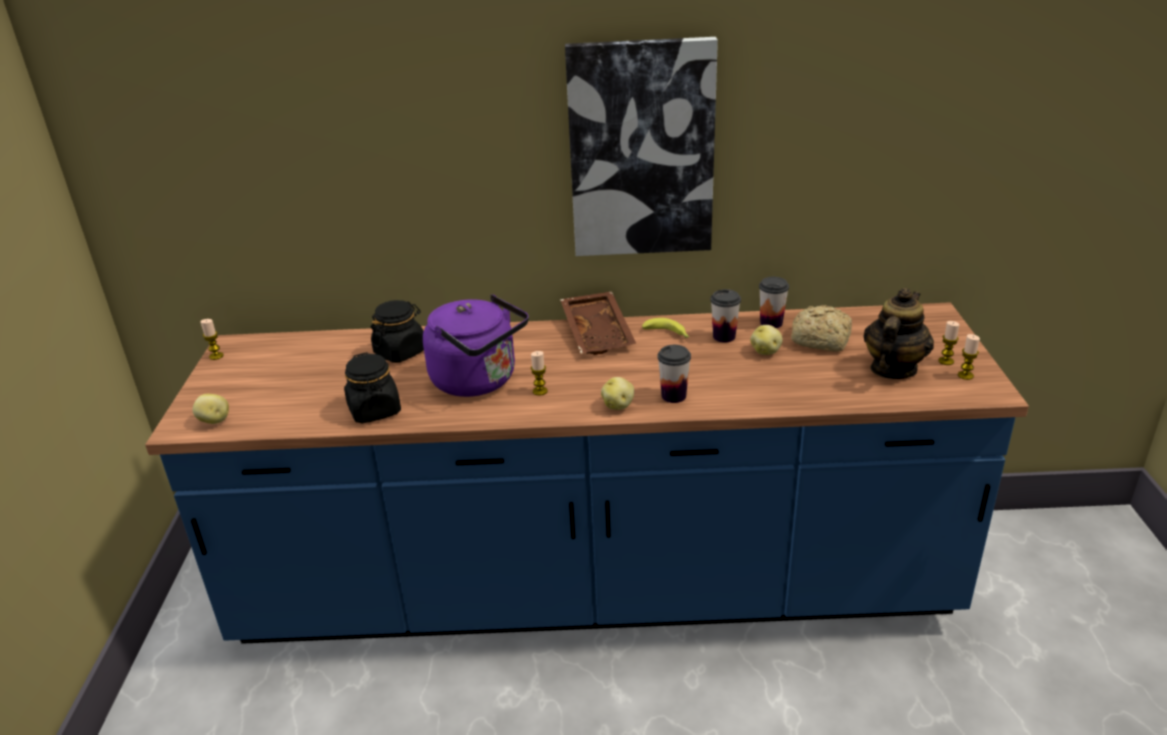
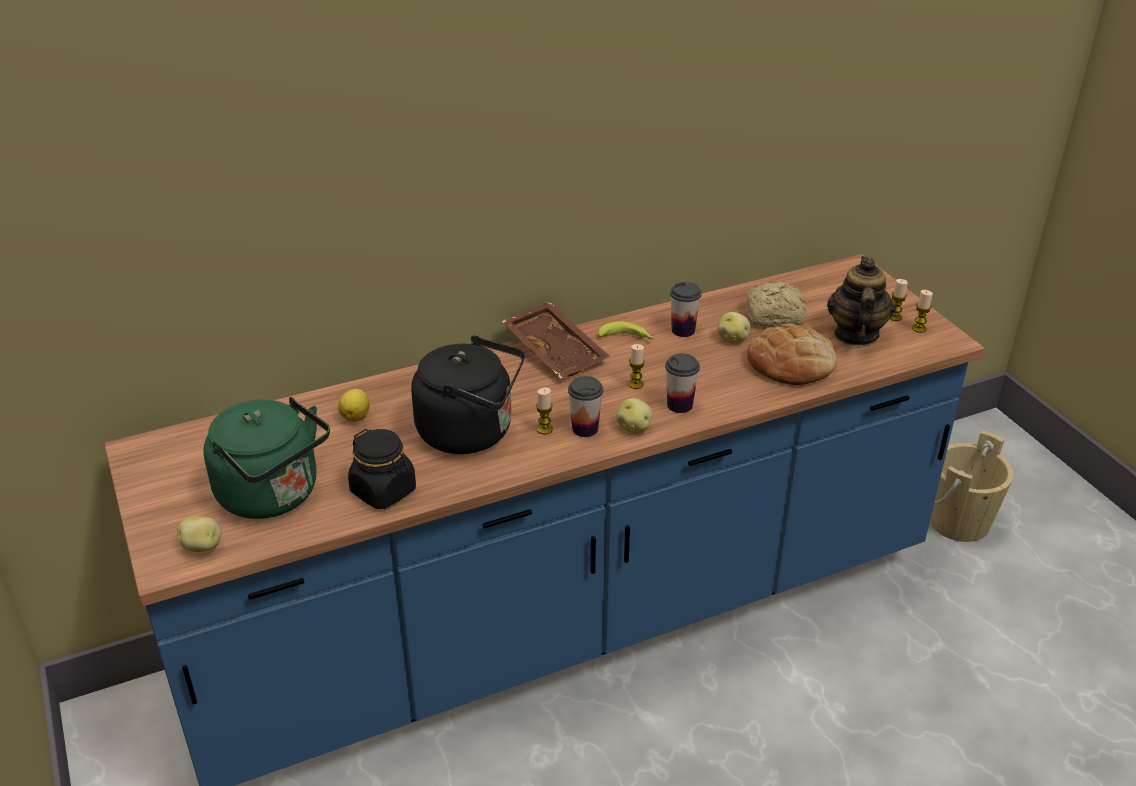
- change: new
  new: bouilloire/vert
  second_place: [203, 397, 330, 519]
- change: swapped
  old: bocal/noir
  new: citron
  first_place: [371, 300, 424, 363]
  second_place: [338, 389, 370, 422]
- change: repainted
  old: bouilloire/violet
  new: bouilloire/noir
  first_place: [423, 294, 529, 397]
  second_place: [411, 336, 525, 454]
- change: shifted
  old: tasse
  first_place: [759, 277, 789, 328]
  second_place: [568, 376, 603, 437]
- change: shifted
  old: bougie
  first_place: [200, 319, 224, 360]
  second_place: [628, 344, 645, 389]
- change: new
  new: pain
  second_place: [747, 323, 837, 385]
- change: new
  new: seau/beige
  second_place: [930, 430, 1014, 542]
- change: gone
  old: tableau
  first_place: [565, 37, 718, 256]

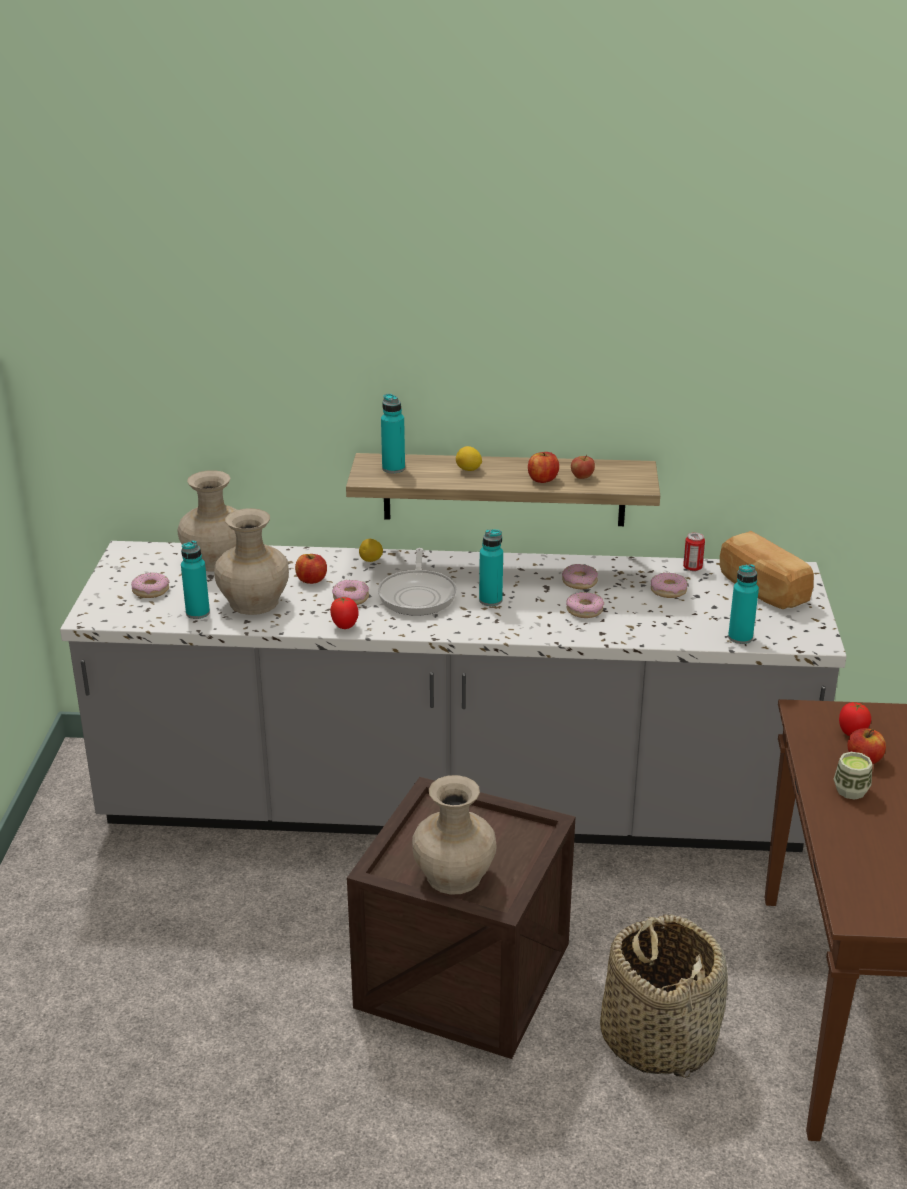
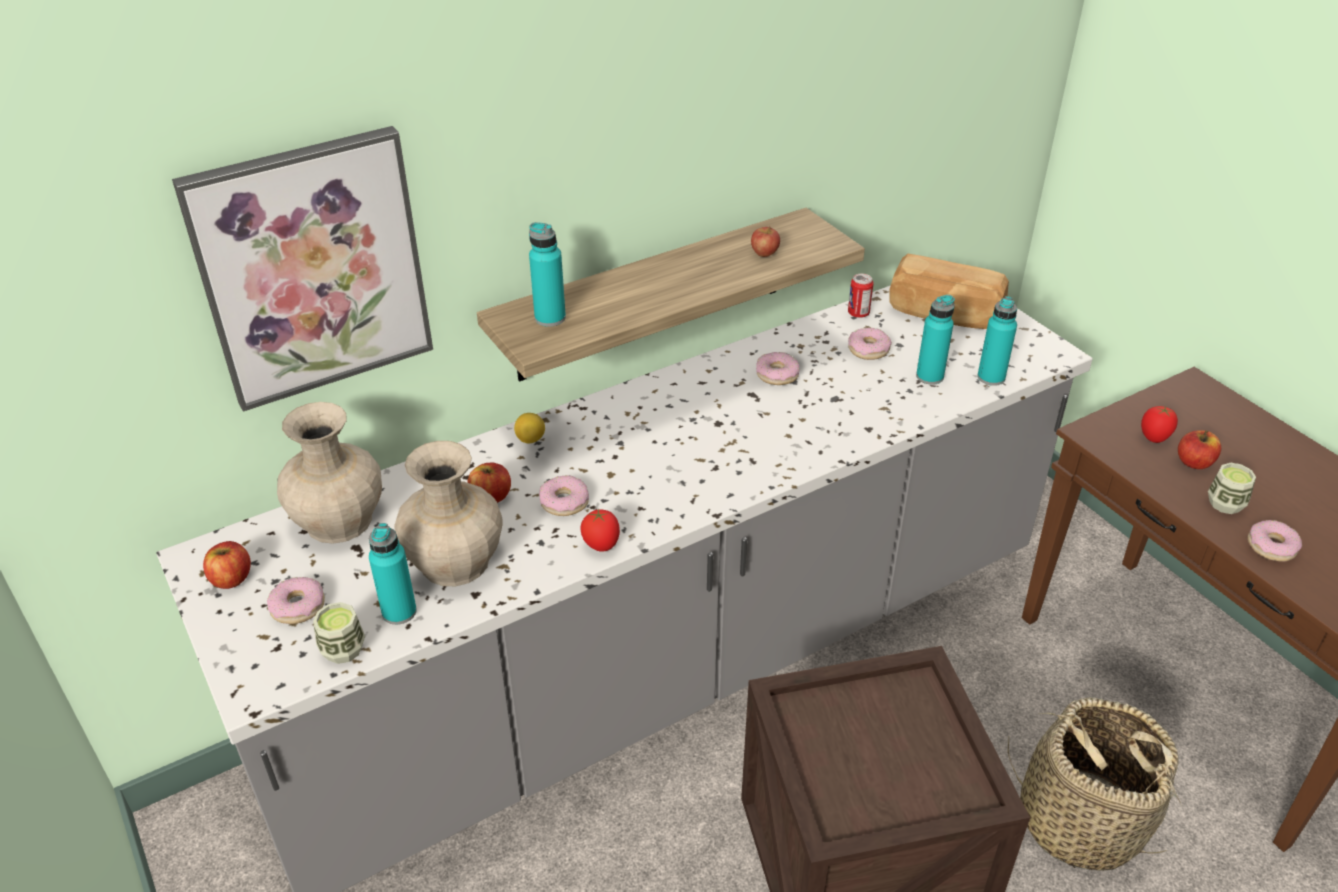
- change: new
  new: tableau
  second_place: [172, 126, 433, 412]
- change: shifted
  old: pomme
  first_place: [528, 452, 559, 483]
  second_place: [203, 541, 251, 589]
- change: new
  new: tasse
  second_place: [313, 602, 365, 664]
- change: shifted
  old: bouteille/turquoise
  first_place: [479, 529, 503, 606]
  second_place: [916, 295, 955, 385]
- change: shifted
  old: beignet
  first_place: [566, 592, 604, 618]
  second_place: [1247, 520, 1302, 562]
- change: gone
  old: poêle
  first_place: [378, 548, 456, 616]
- change: gone
  old: vase/beige
  first_place: [412, 775, 497, 895]
- change: gone
  old: citron
  first_place: [456, 446, 482, 471]

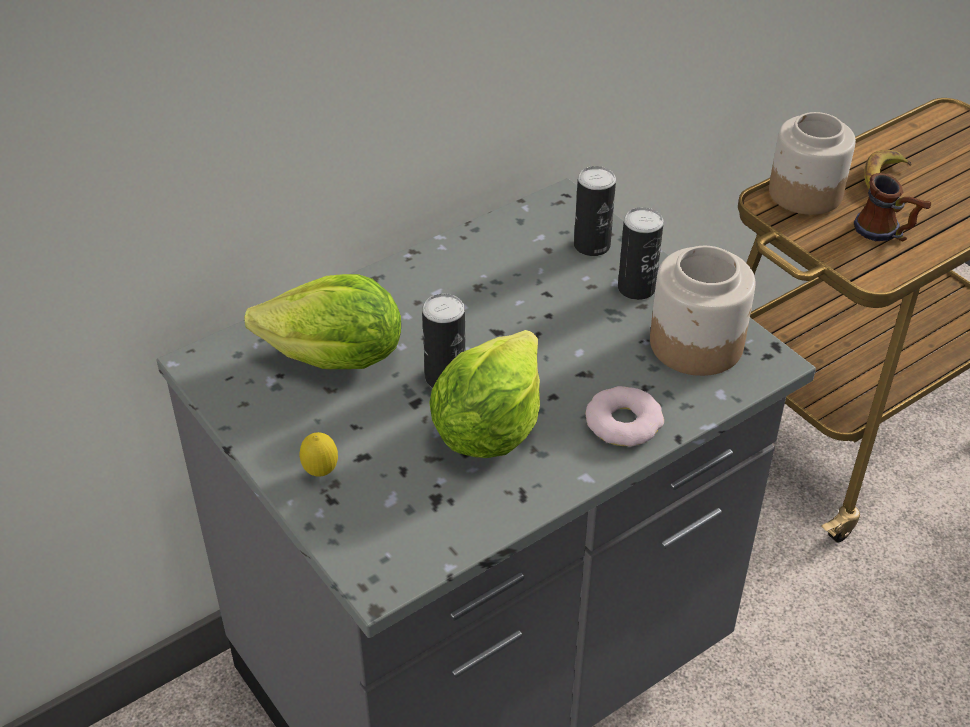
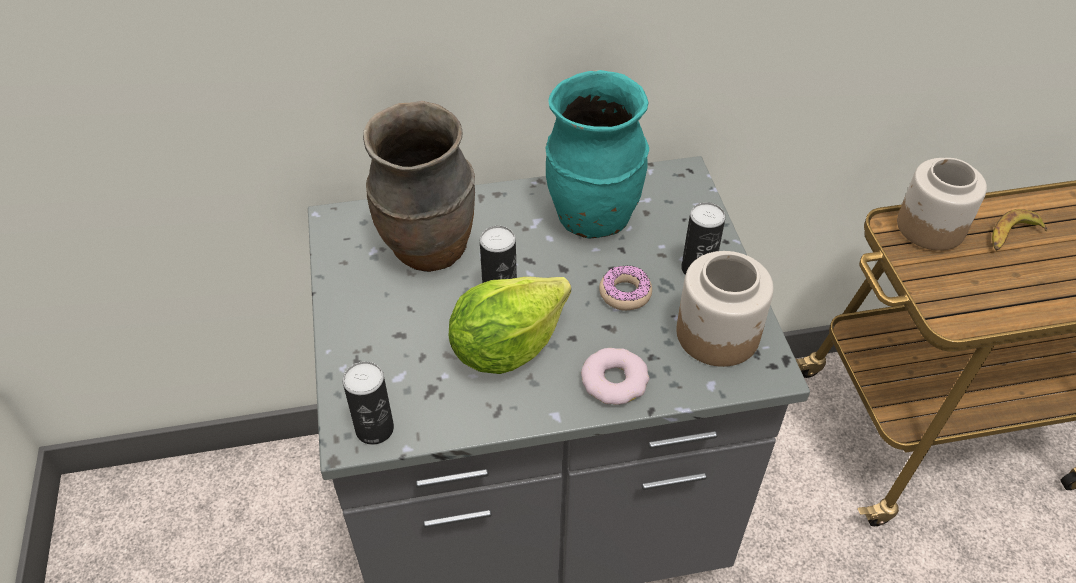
- change: shifted
  old: boîte métallique
  first_place: [574, 166, 616, 256]
  second_place: [343, 361, 394, 445]
- change: swapped
  old: laitue
  new: vase/marron
  first_place: [244, 274, 401, 369]
  second_place: [363, 101, 475, 272]
- change: new
  new: vase/turquoise
  second_place: [546, 70, 649, 239]
- change: new
  new: beignet
  second_place: [599, 265, 652, 311]
- change: gone
  old: citron
  first_place: [300, 432, 338, 477]
- change: gone
  old: mug
  first_place: [854, 173, 931, 241]

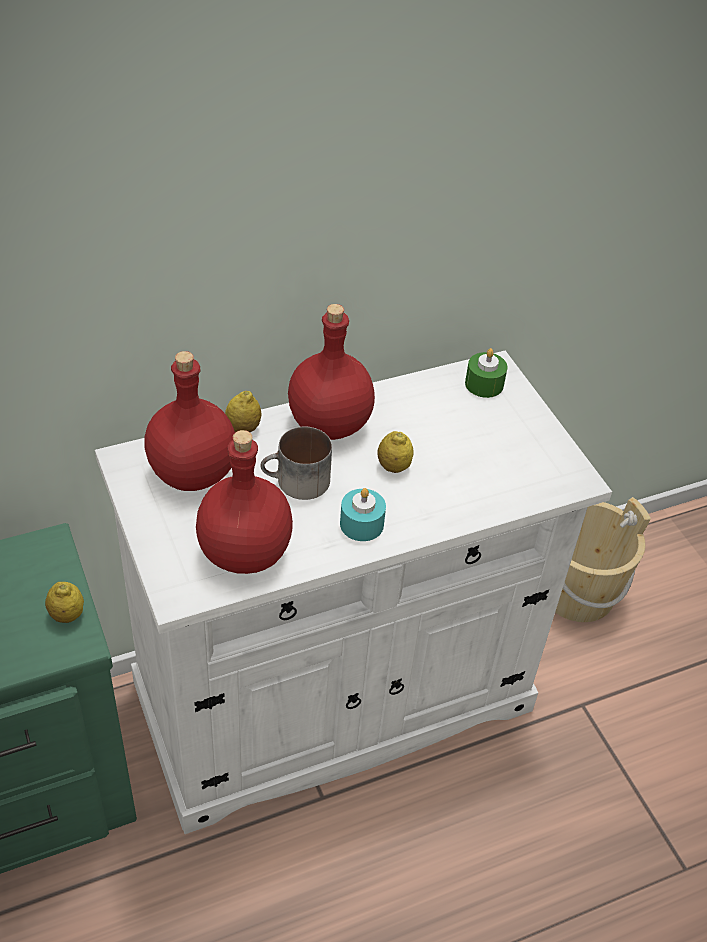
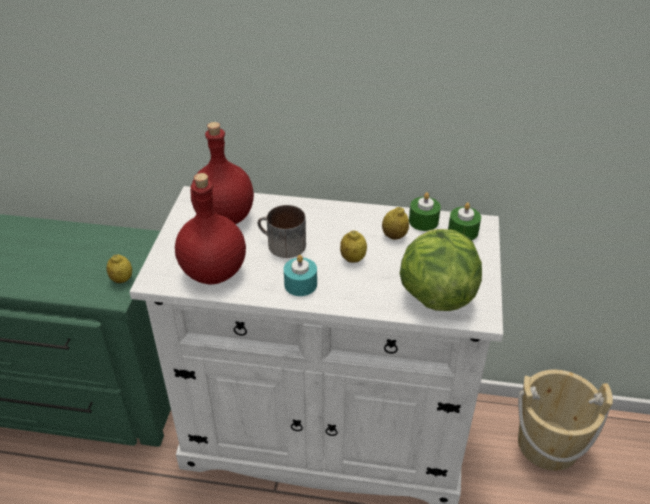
- change: shifted
  old: citron
  first_place: [225, 391, 261, 432]
  second_place: [382, 207, 409, 240]
- change: new
  new: laitue
  second_place: [400, 229, 482, 311]
- change: new
  new: bougie/vert
  second_place: [409, 192, 441, 231]
- change: gone
  old: bouteille/rouge
  first_place: [288, 304, 375, 440]

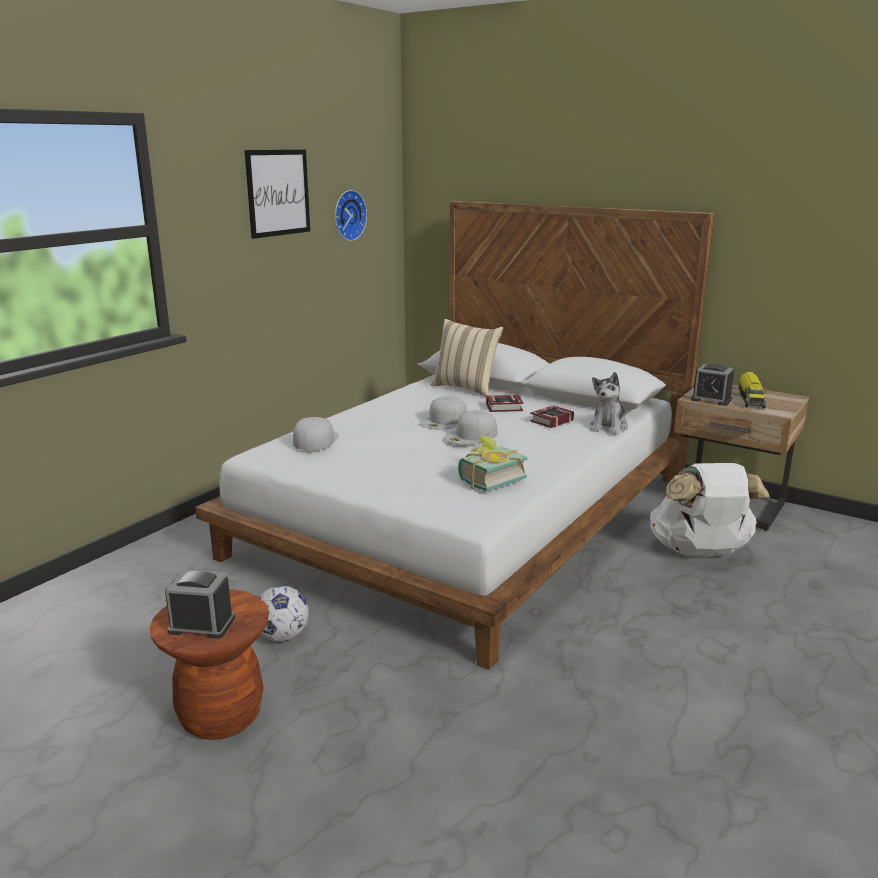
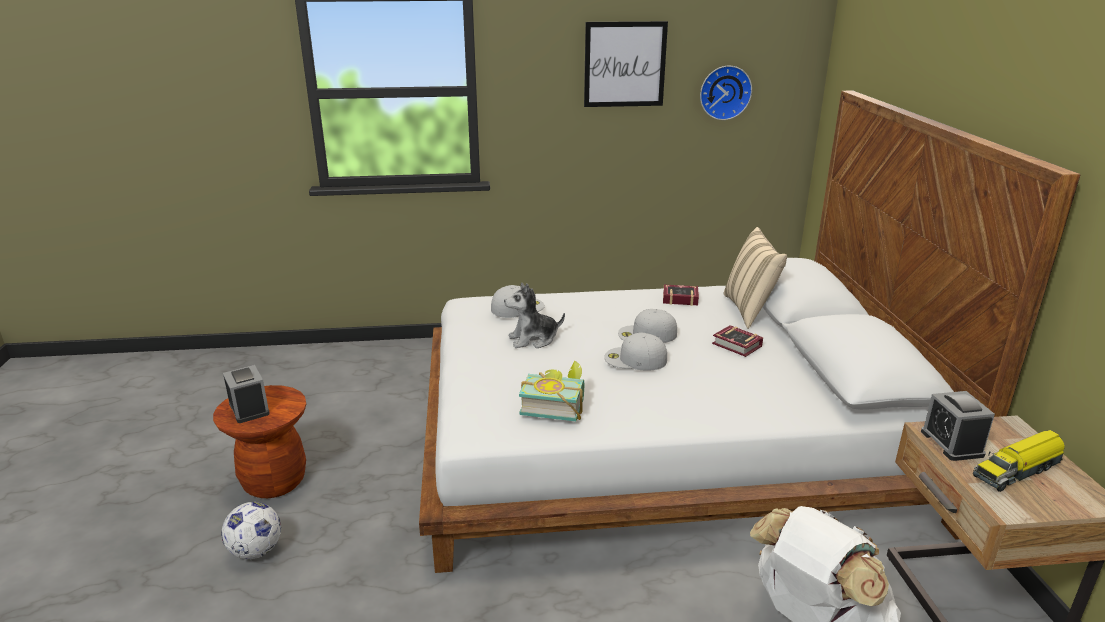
- change: shifted
  old: ballon de foot
  first_place: [259, 585, 309, 642]
  second_place: [221, 502, 281, 559]
- change: shifted
  old: peluche
  first_place: [591, 372, 628, 435]
  second_place: [504, 282, 565, 348]
- change: shifted
  old: livre
  first_place: [530, 406, 574, 428]
  second_place: [663, 285, 699, 306]

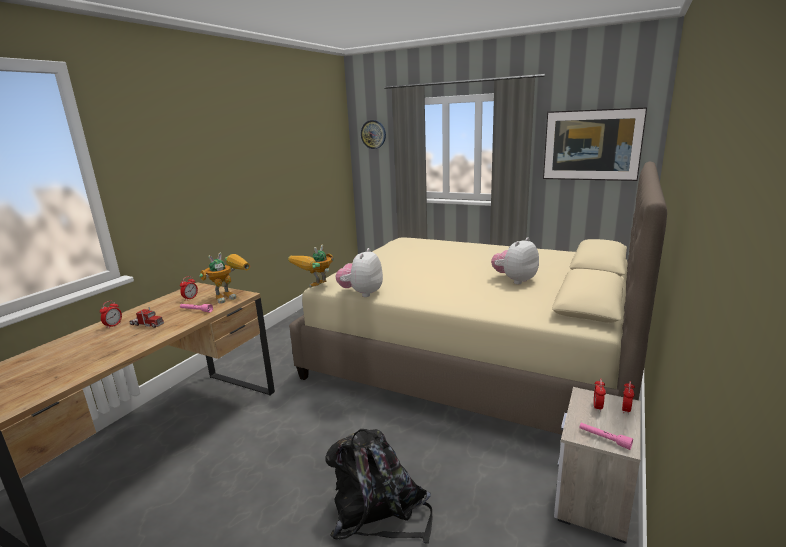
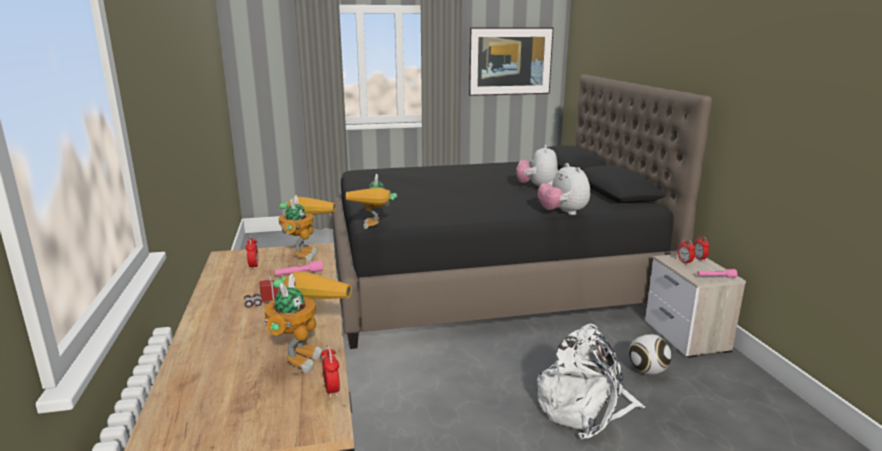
- change: new
  new: robot jouet
  second_place: [264, 272, 352, 372]
- change: shifted
  old: réveil
  first_place: [100, 301, 122, 329]
  second_place: [321, 345, 340, 398]
- change: repainted
  old: lit/beige
  new: lit/noir
  first_place: [289, 162, 667, 435]
  second_place: [332, 74, 712, 349]
- change: repainted
  old: sac à dos/noir
  new: sac à dos/blanc
  first_place: [325, 429, 432, 544]
  second_place: [537, 324, 645, 439]
- change: shifted
  old: peluche
  first_place: [336, 248, 383, 297]
  second_place: [538, 163, 590, 215]
- change: new
  new: ballon de foot
  second_place: [629, 334, 672, 375]
- change: gone
  old: horloge murale
  first_place: [361, 120, 386, 149]

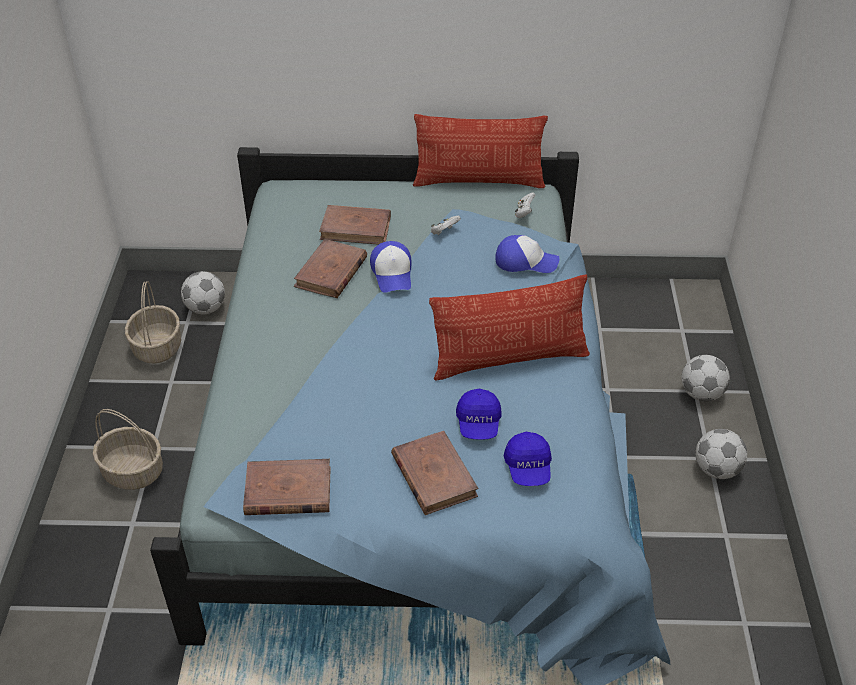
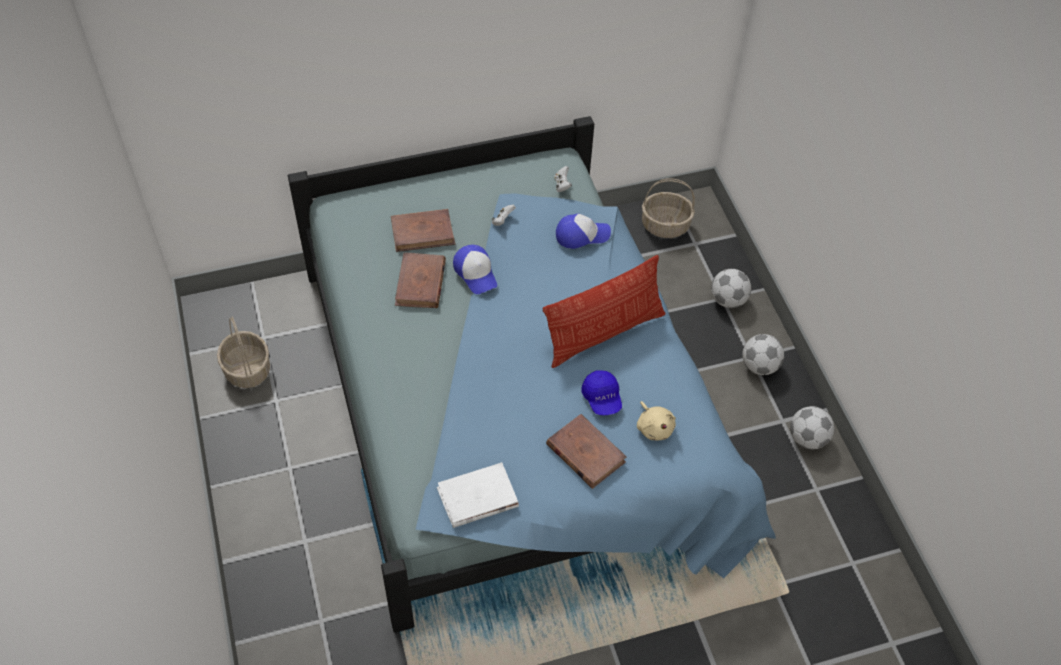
- change: repainted
  old: livre/marron
  new: livre/blanc
  first_place: [243, 459, 331, 515]
  second_place: [437, 462, 519, 528]
- change: swapped
  old: casquette/bleu
  new: peluche/beige
  first_place: [504, 432, 552, 486]
  second_place: [637, 401, 676, 440]
- change: shifted
  old: panier
  first_place: [93, 409, 163, 490]
  second_place: [642, 178, 695, 238]
- change: shifted
  old: ballon de foot
  first_place: [181, 271, 225, 314]
  second_place: [790, 406, 834, 449]
- change: gone
  old: coussin
  first_place: [413, 114, 548, 188]

